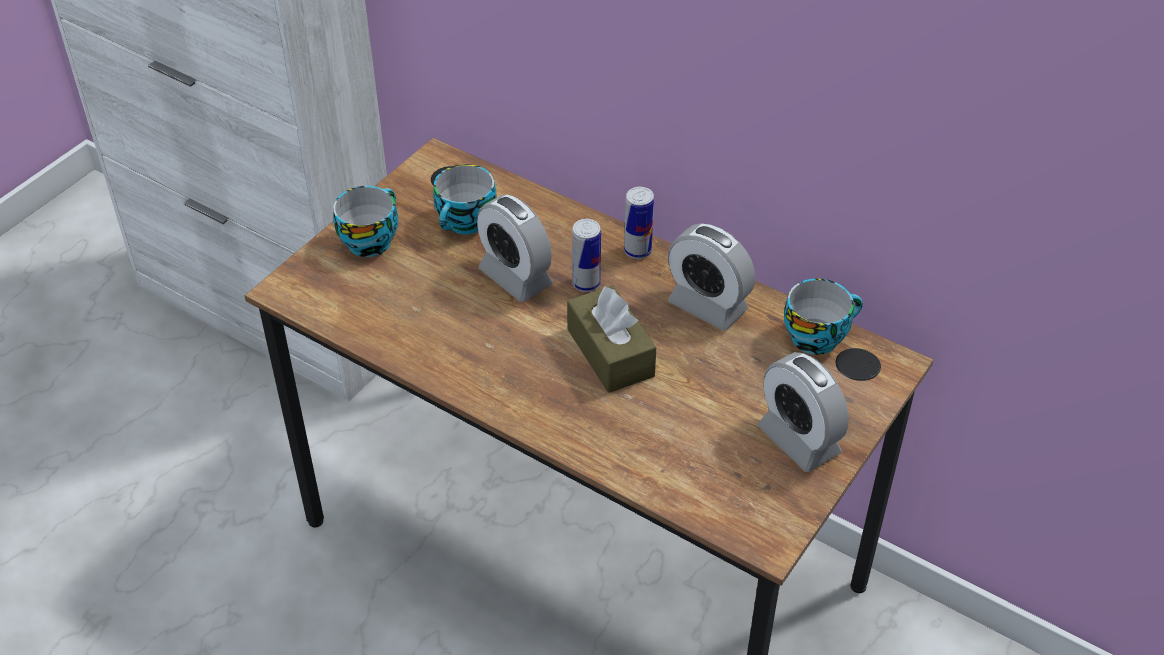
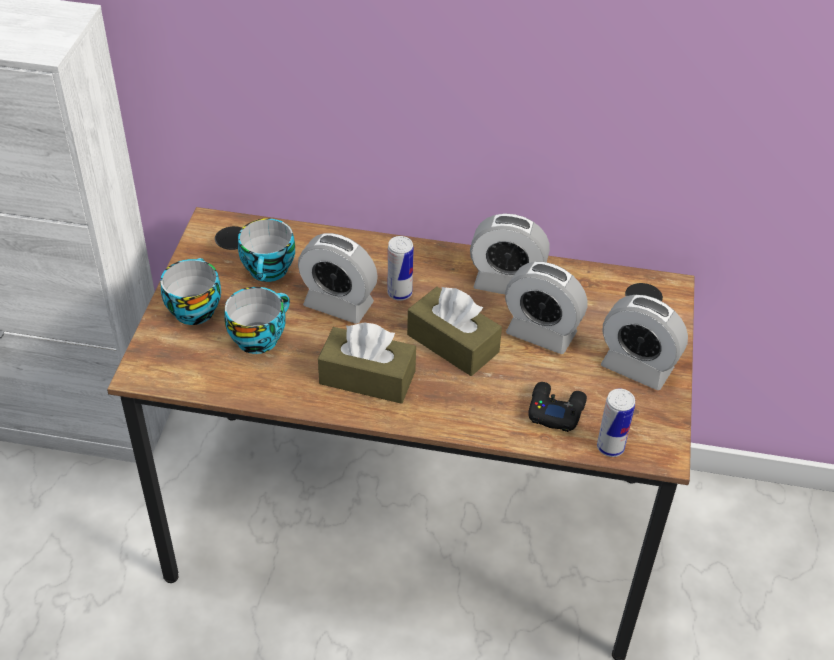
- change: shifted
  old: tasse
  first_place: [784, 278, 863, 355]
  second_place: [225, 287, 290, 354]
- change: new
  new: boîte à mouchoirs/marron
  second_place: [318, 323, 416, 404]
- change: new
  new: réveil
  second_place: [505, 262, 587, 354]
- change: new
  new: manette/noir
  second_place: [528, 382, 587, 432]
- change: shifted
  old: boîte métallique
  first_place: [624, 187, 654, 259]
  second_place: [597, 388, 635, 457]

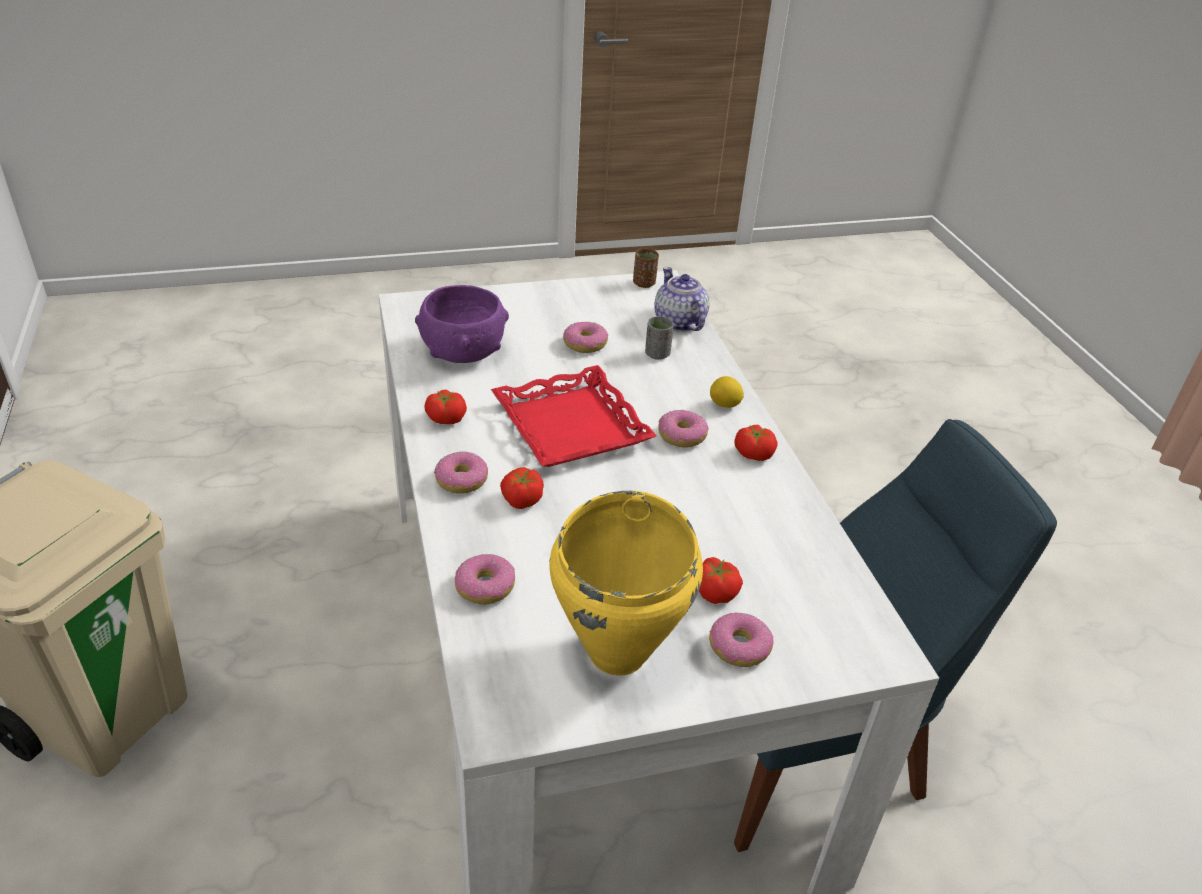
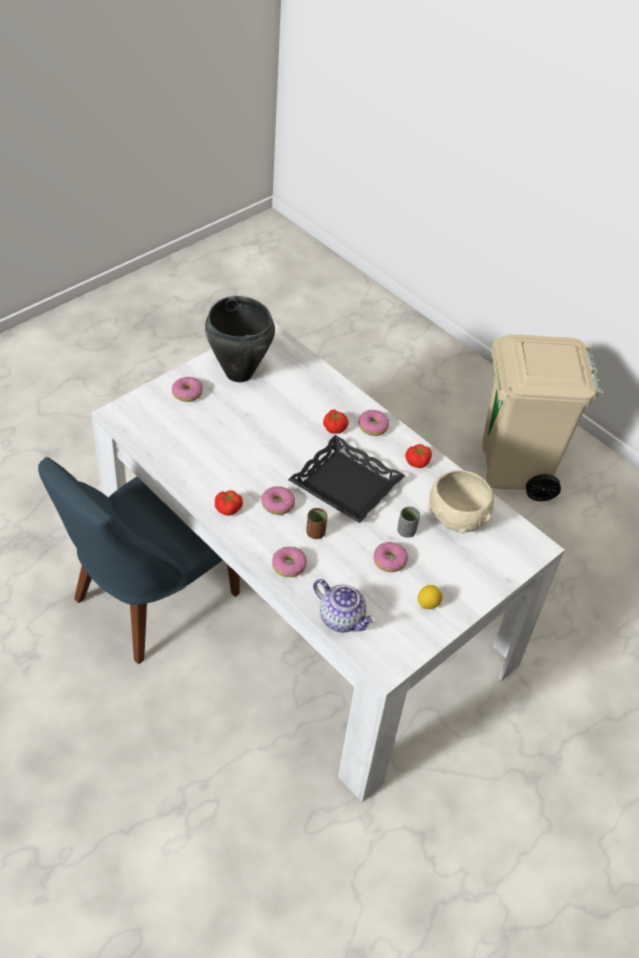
- change: repainted
  old: marmite/jaune
  new: marmite/noir
  first_place: [549, 490, 703, 676]
  second_place: [205, 296, 275, 382]
- change: shifted
  old: beignet
  first_place: [455, 554, 515, 604]
  second_place: [272, 547, 307, 577]
- change: repainted
  old: plateau/rouge
  new: plateau/noir
  first_place: [491, 365, 657, 467]
  second_place: [288, 435, 405, 523]
- change: shifted
  old: tasse/marron
  first_place: [633, 248, 659, 288]
  second_place: [306, 508, 328, 539]
- change: shifted
  old: tasse/gris
  first_place: [645, 316, 674, 360]
  second_place: [397, 507, 420, 538]
- change: shifted
  old: citron
  first_place: [710, 376, 744, 408]
  second_place: [418, 585, 443, 609]
- change: repainted
  old: bol/violet
  new: bol/beige
  first_place: [415, 285, 509, 363]
  second_place: [428, 470, 494, 533]
- change: gone
  old: tomate
  first_place: [699, 557, 743, 604]

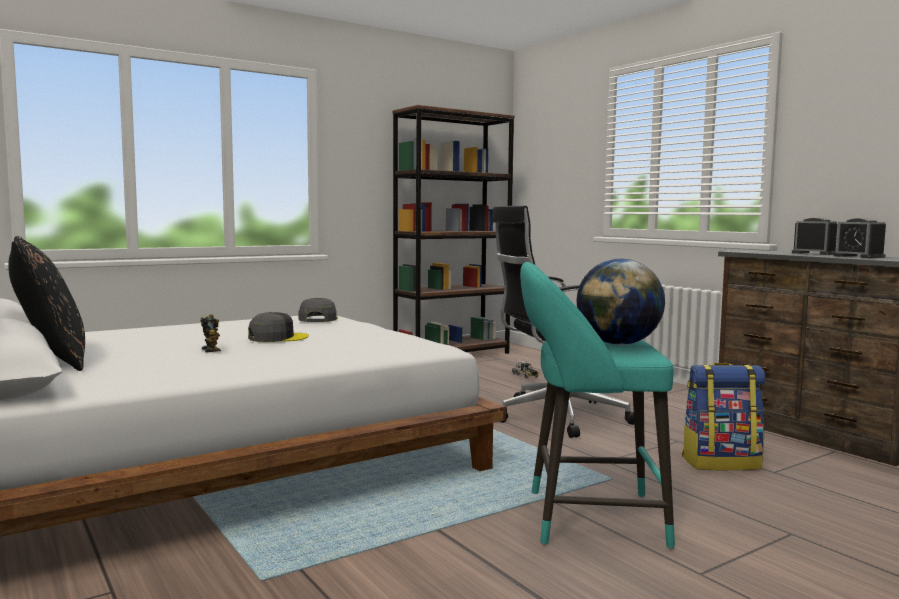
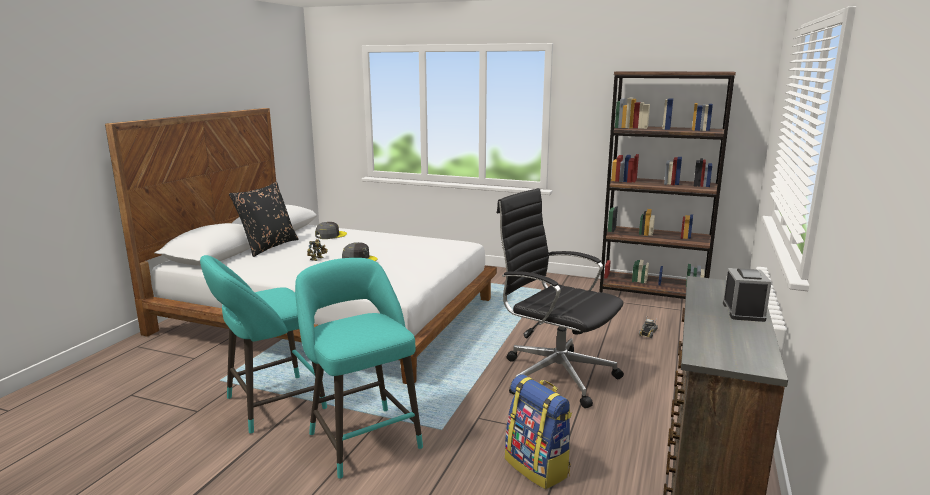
- change: new
  new: tabouret/turquoise
  second_place: [200, 255, 327, 434]
- change: shifted
  old: casquette/gris
  first_place: [299, 298, 338, 322]
  second_place: [315, 222, 347, 239]
- change: gone
  old: globe
  first_place: [576, 259, 665, 345]
- change: gone
  old: réveil
  first_place: [833, 218, 886, 258]

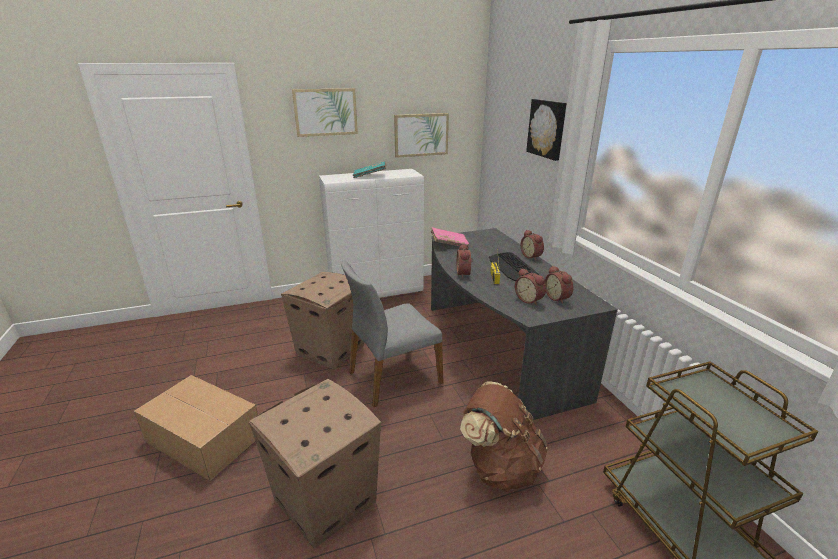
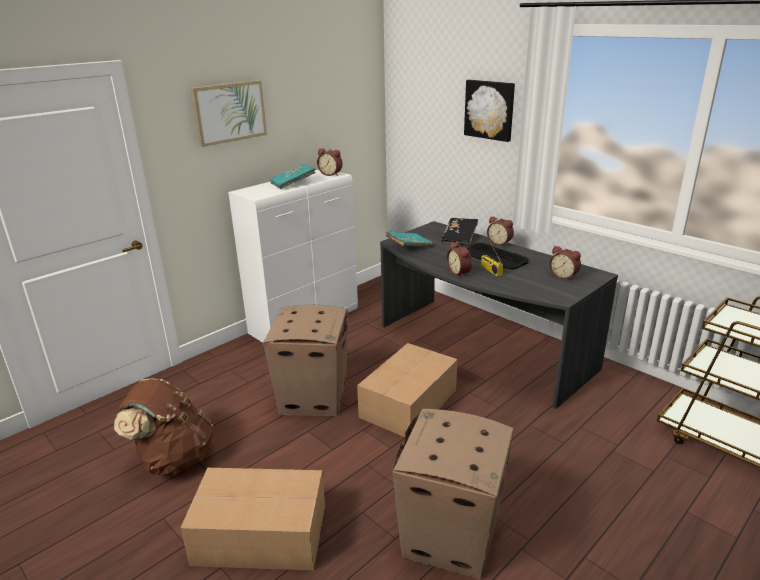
- change: shifted
  old: sac à dos/marron
  first_place: [460, 381, 548, 492]
  second_place: [114, 378, 213, 475]
- change: shifted
  old: réveil
  first_place: [515, 268, 546, 306]
  second_place: [317, 148, 343, 176]
- change: swapped
  old: chaise/gris
  new: carton
  first_place: [341, 260, 443, 407]
  second_place: [357, 343, 457, 437]
- change: repainted
  old: livre/rose
  new: livre/turquoise
  first_place: [431, 227, 469, 247]
  second_place: [385, 231, 433, 247]
- change: new
  new: livre/noir
  second_place: [441, 218, 478, 245]
- change: gone
  old: tableau
  first_place: [394, 113, 449, 158]

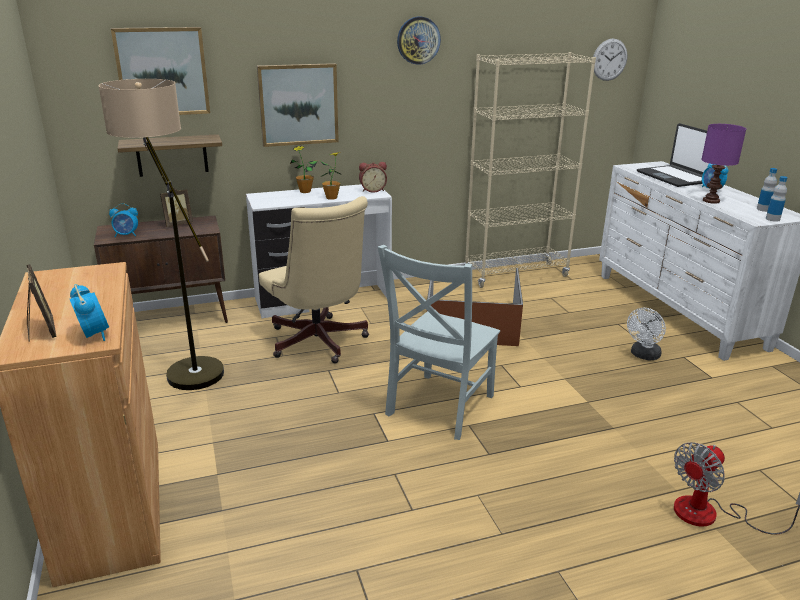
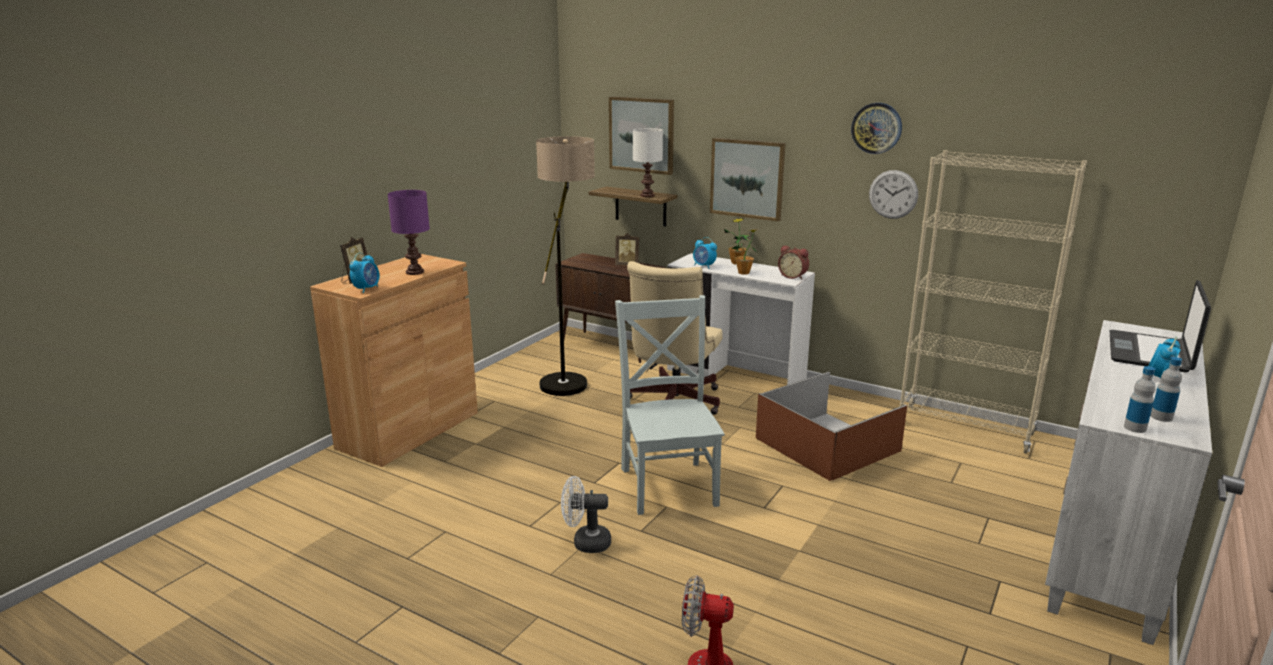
- change: shifted
  old: lampe de table/violet
  first_place: [701, 124, 746, 204]
  second_place: [388, 190, 430, 275]
- change: shifted
  old: ventilateur/blanc
  first_place: [627, 308, 666, 360]
  second_place: [561, 476, 611, 553]
- change: rotated
  old: chaise/gris
  first_place: [378, 245, 500, 440]
  second_place: [615, 295, 725, 515]
  degrees: 90
- change: new
  new: lampe de table/blanc
  second_place: [633, 128, 663, 197]
- change: shifted
  old: réveil
  first_place: [109, 203, 138, 237]
  second_place: [693, 237, 717, 269]
- change: shifted
  old: horloge murale
  first_place: [593, 39, 627, 81]
  second_place: [869, 170, 918, 219]

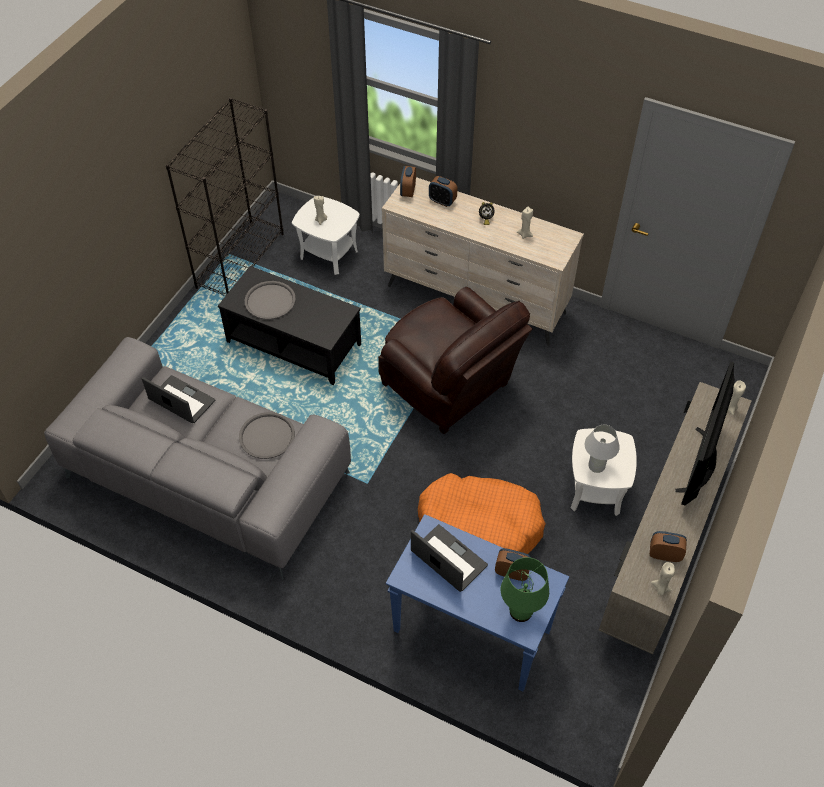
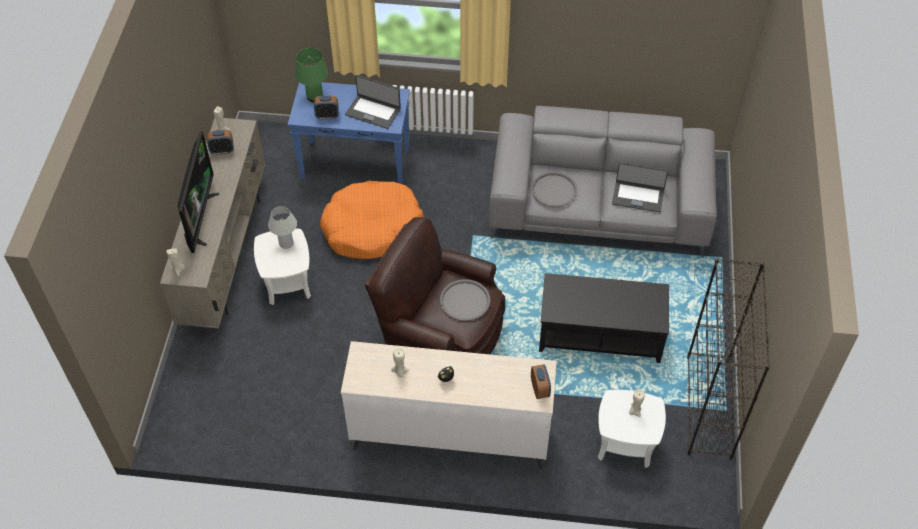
- change: shifted
  old: plateau/gris
  first_place: [245, 281, 296, 320]
  second_place: [440, 279, 490, 321]
- change: gone
  old: réveil
  first_place: [429, 176, 457, 207]

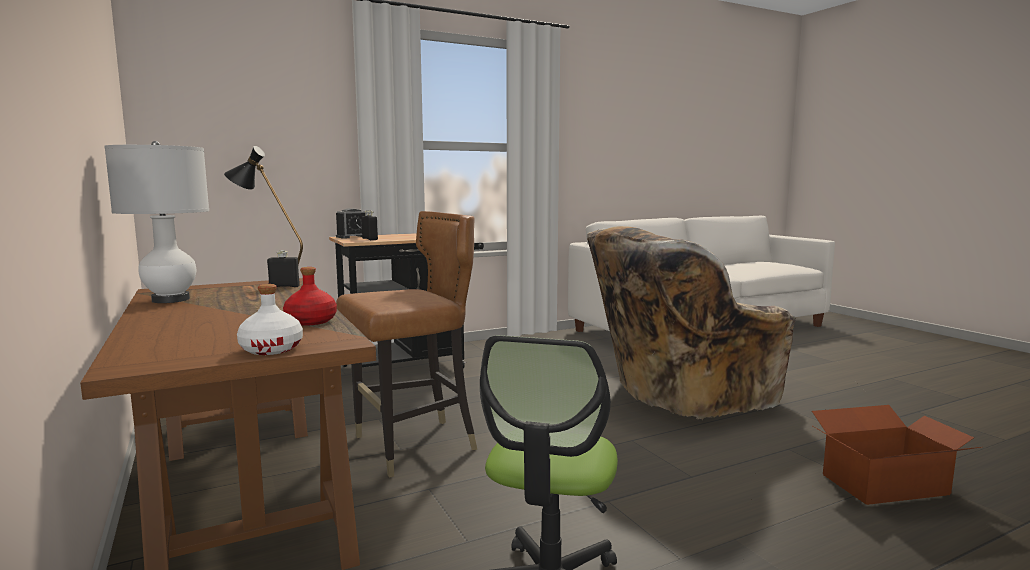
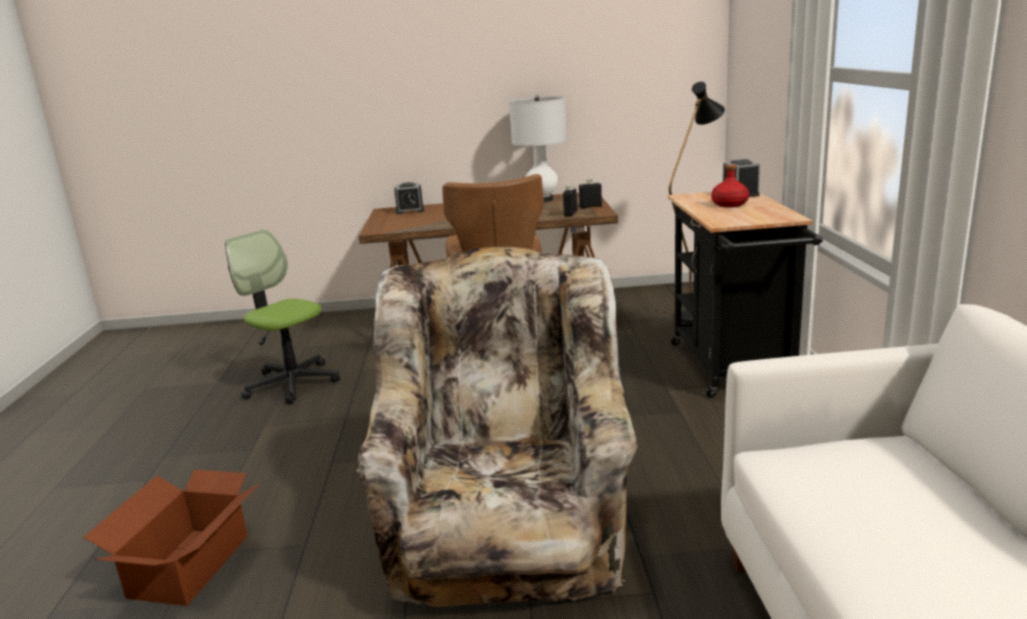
- change: new
  new: réveil
  second_place: [394, 182, 424, 214]
- change: shifted
  old: bouteille/noir
  first_place: [362, 210, 378, 240]
  second_place: [579, 178, 602, 209]
- change: shifted
  old: bouteille/rouge
  first_place: [283, 267, 337, 326]
  second_place: [711, 164, 749, 207]
- change: gone
  old: bouteille/blanc
  first_place: [237, 284, 303, 355]

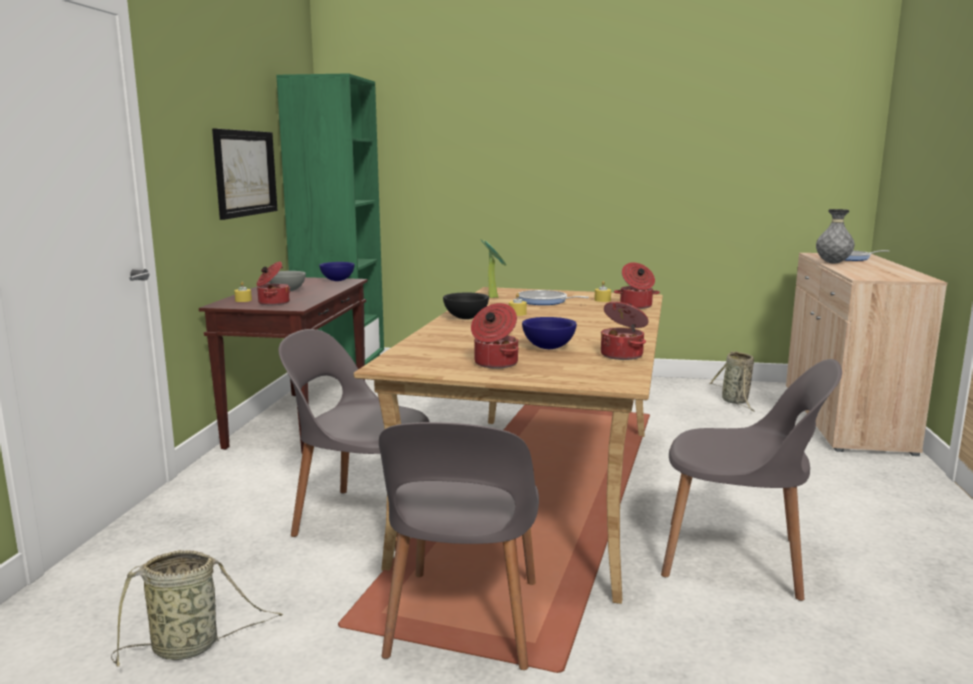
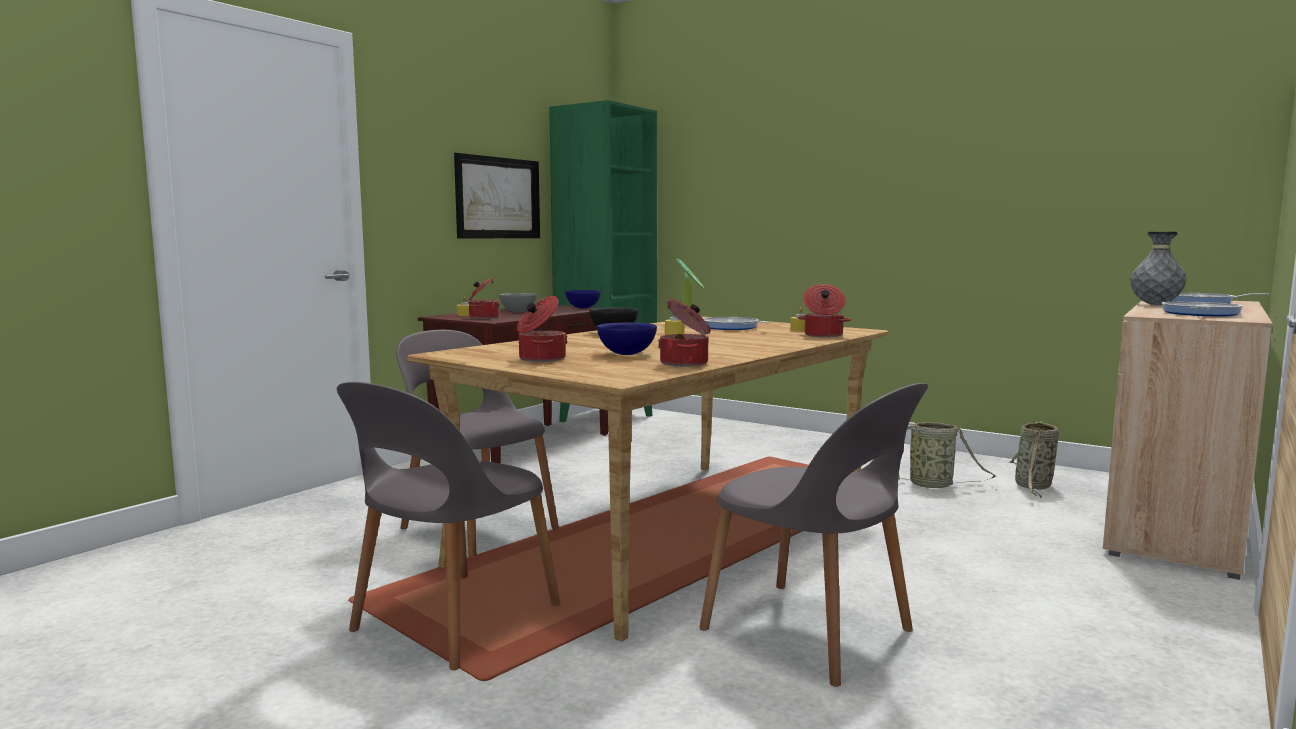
- change: shifted
  old: panier
  first_place: [111, 550, 283, 667]
  second_place: [898, 422, 996, 488]
- change: new
  new: poêle
  second_place: [1162, 301, 1243, 316]

